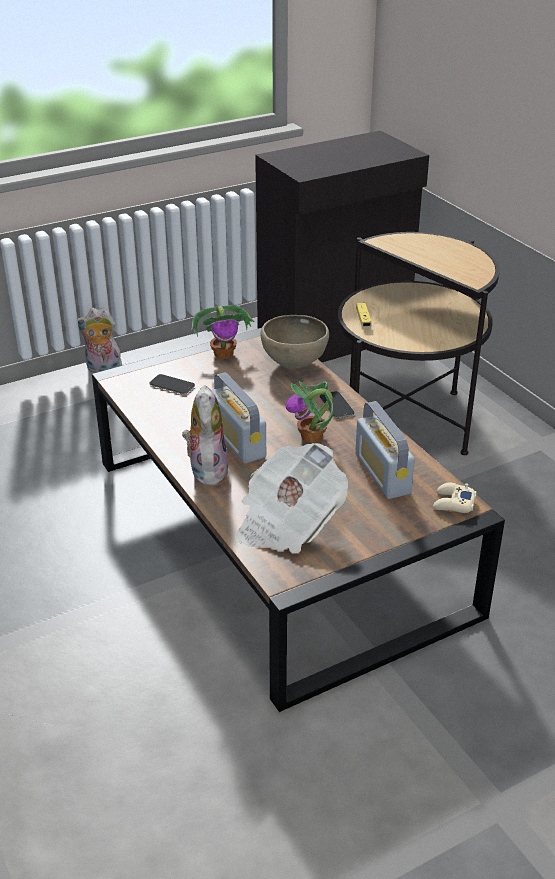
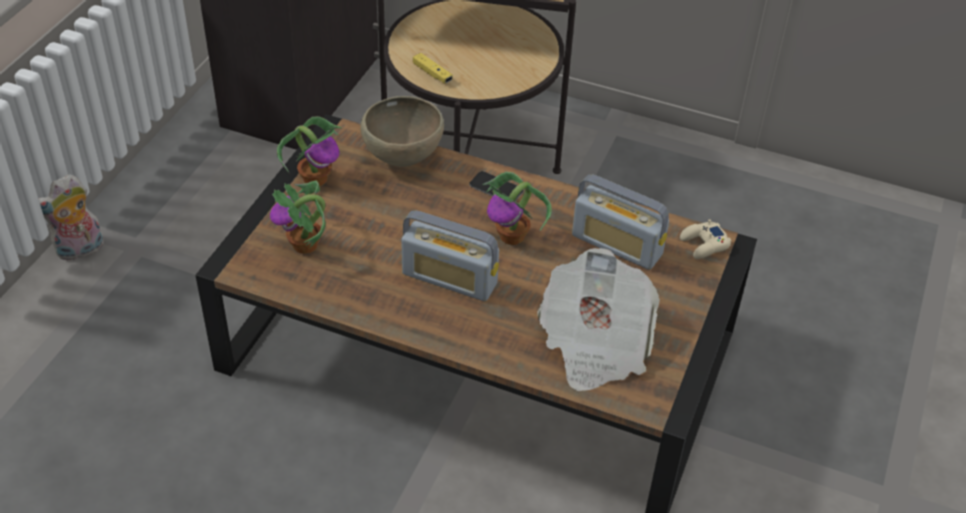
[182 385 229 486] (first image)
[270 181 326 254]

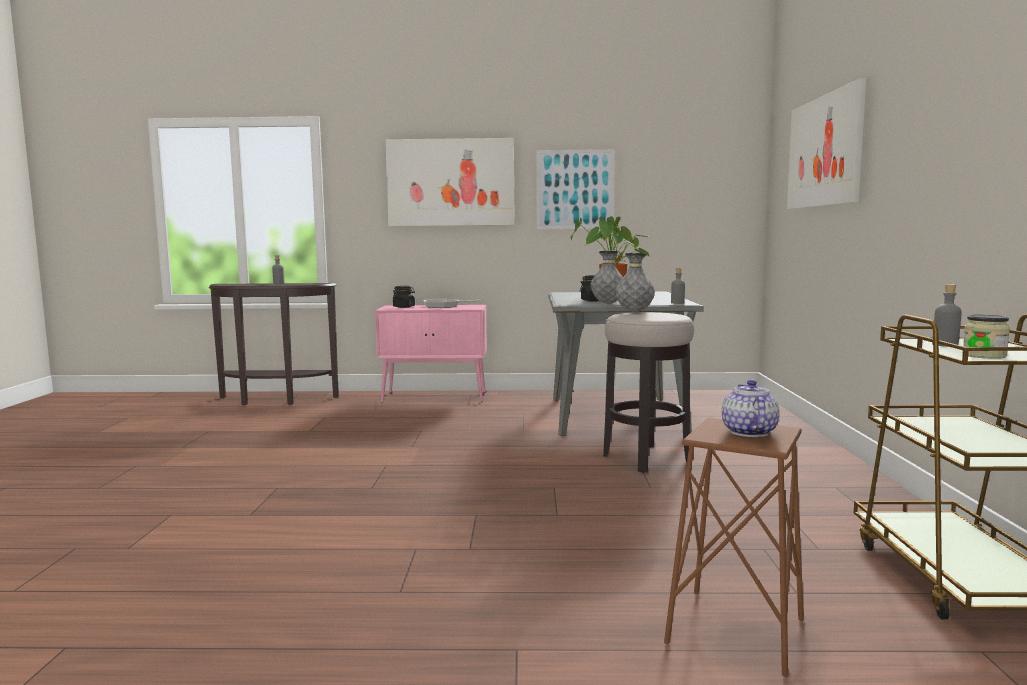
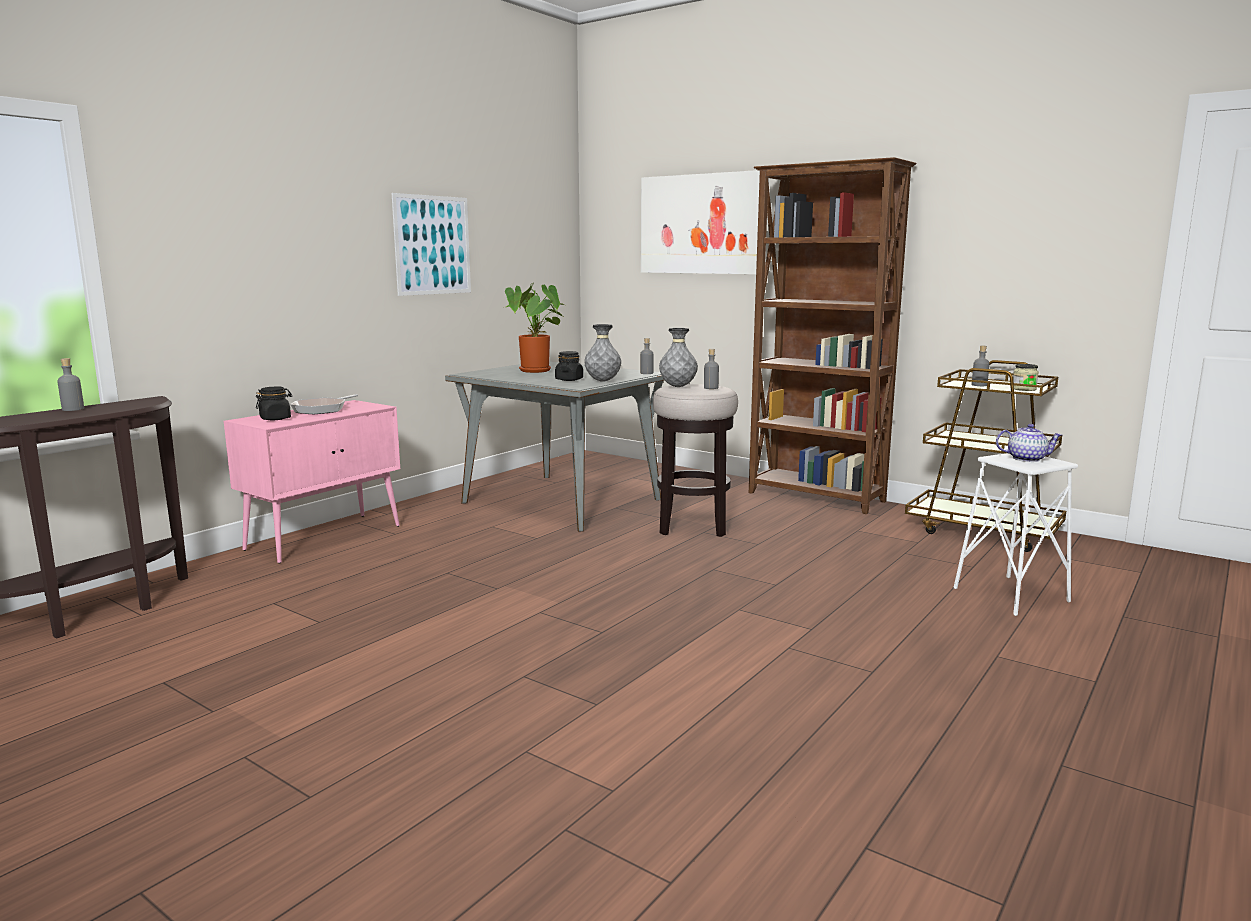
[385 138 515 226] (first image)
[704 349 719 389]
[749 157 917 514]
[954 453 1078 616]
[996 424 1062 462]

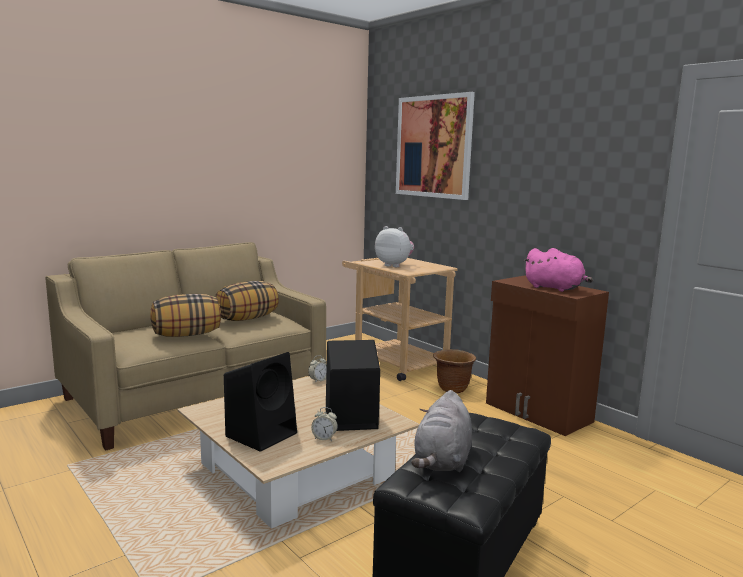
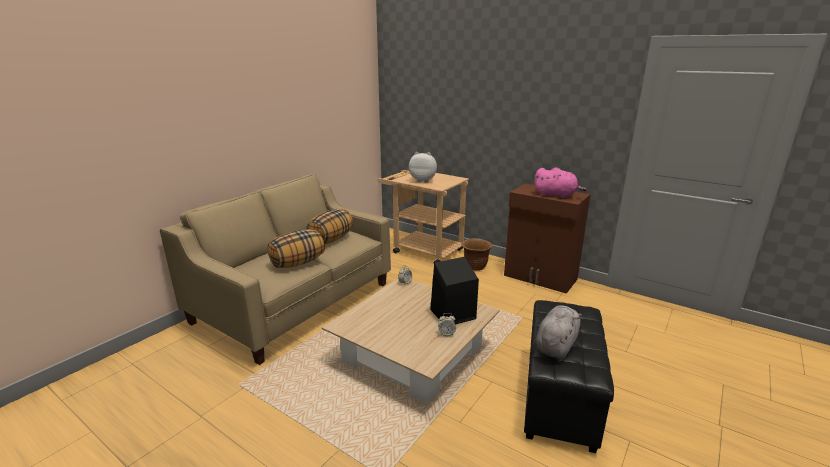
[224 352 297 452] (first image)
[396 92 475 200] (first image)
[536 305 582 359]

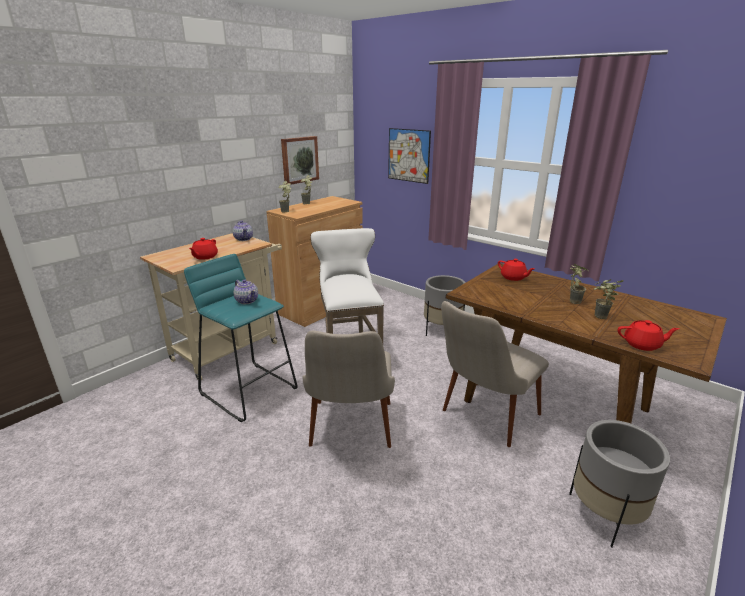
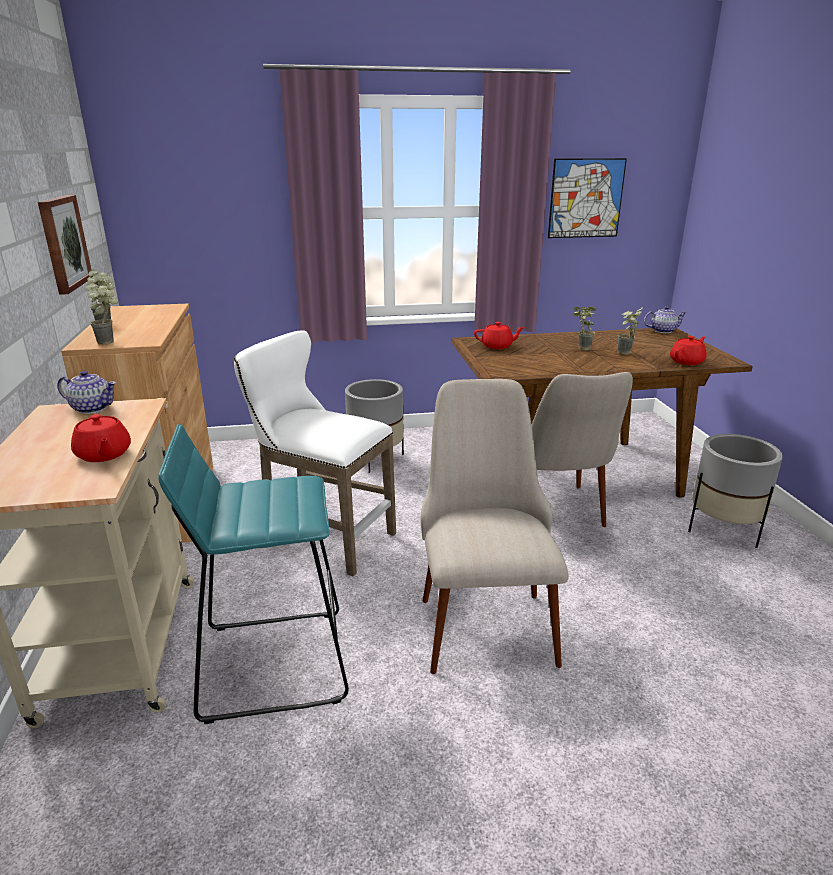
[644 306 687 333]
[548 158 627 238]
[420 379 569 674]

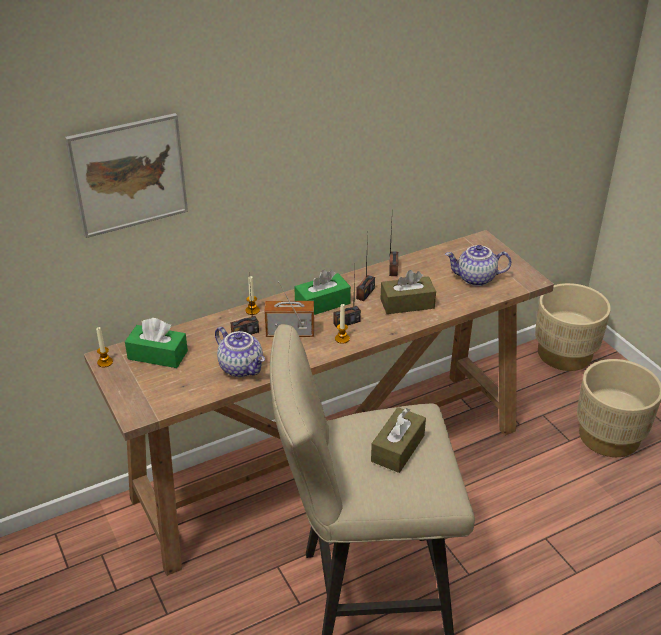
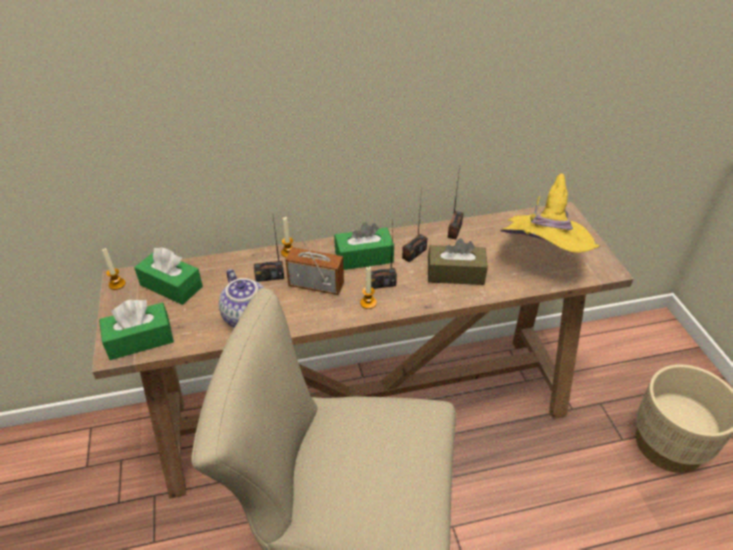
[65 113 188 238] (first image)
[371 407 426 473] (first image)
[535 283 611 371] (first image)
[99 300 174 360]
[500 173 600 253]

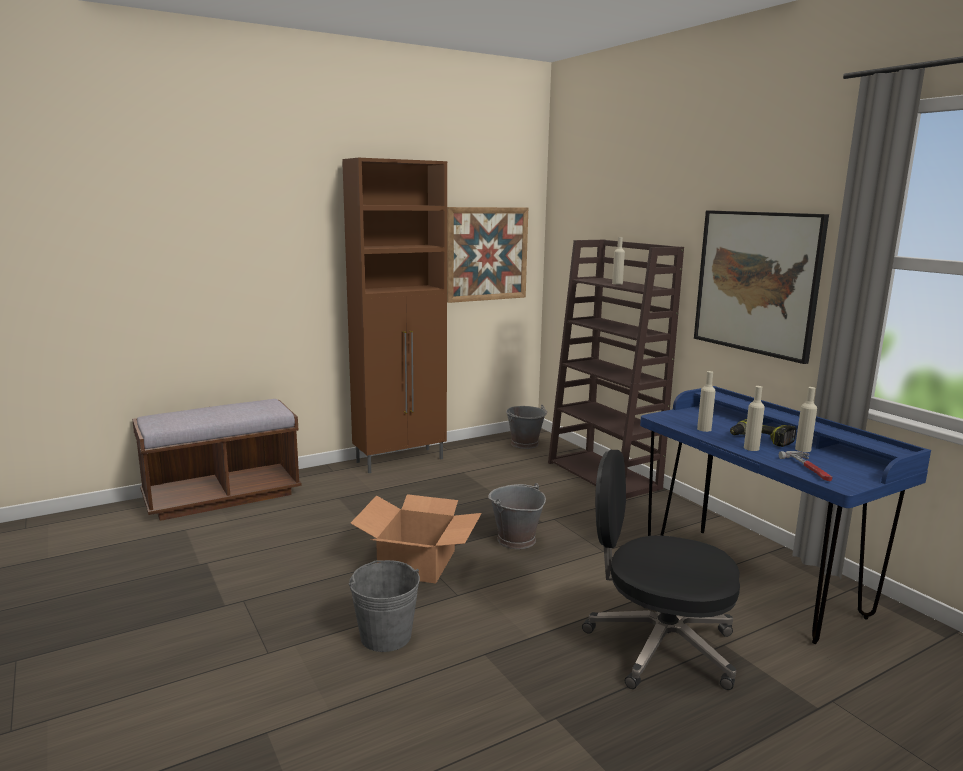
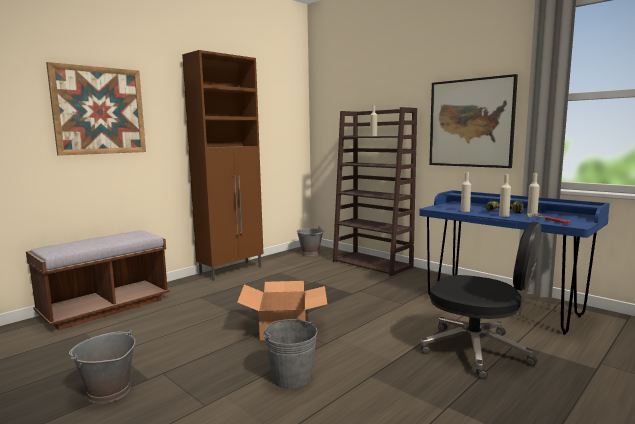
[46 62 146 156]
[69 329 135 404]
[421 221 542 379]

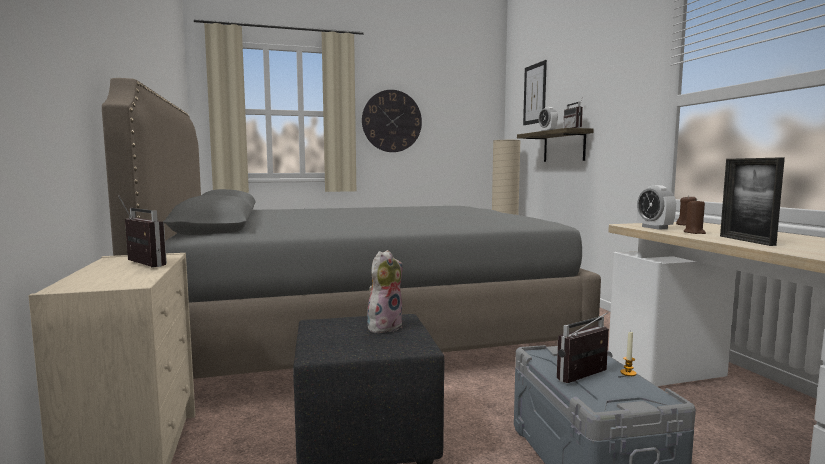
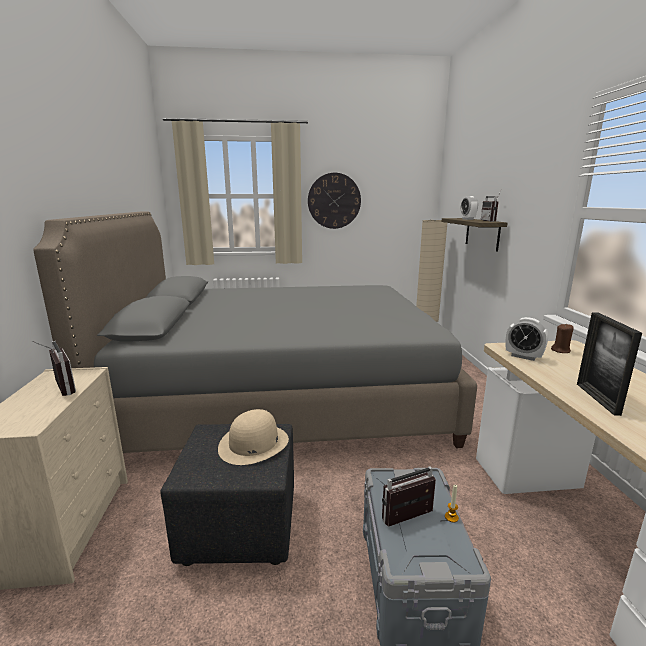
[523 60 547 125] (first image)
[684 199 706 234] (first image)
[218 409 289 465]
[505 317 548 361]

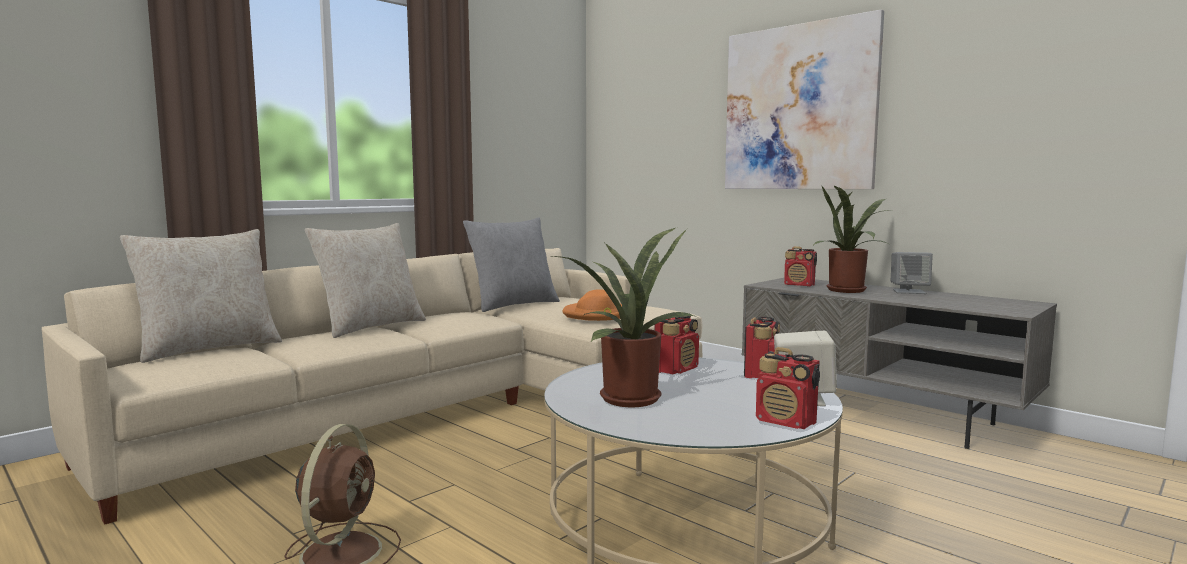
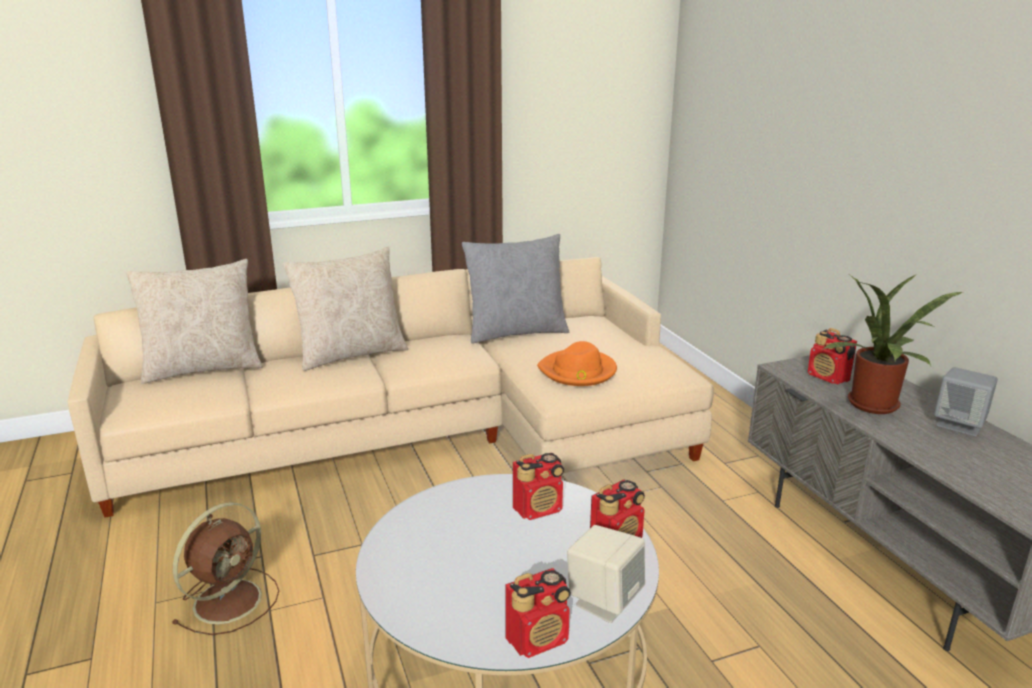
[552 227 694 407] (first image)
[725 9 884 189] (first image)
[505 568 571 658]

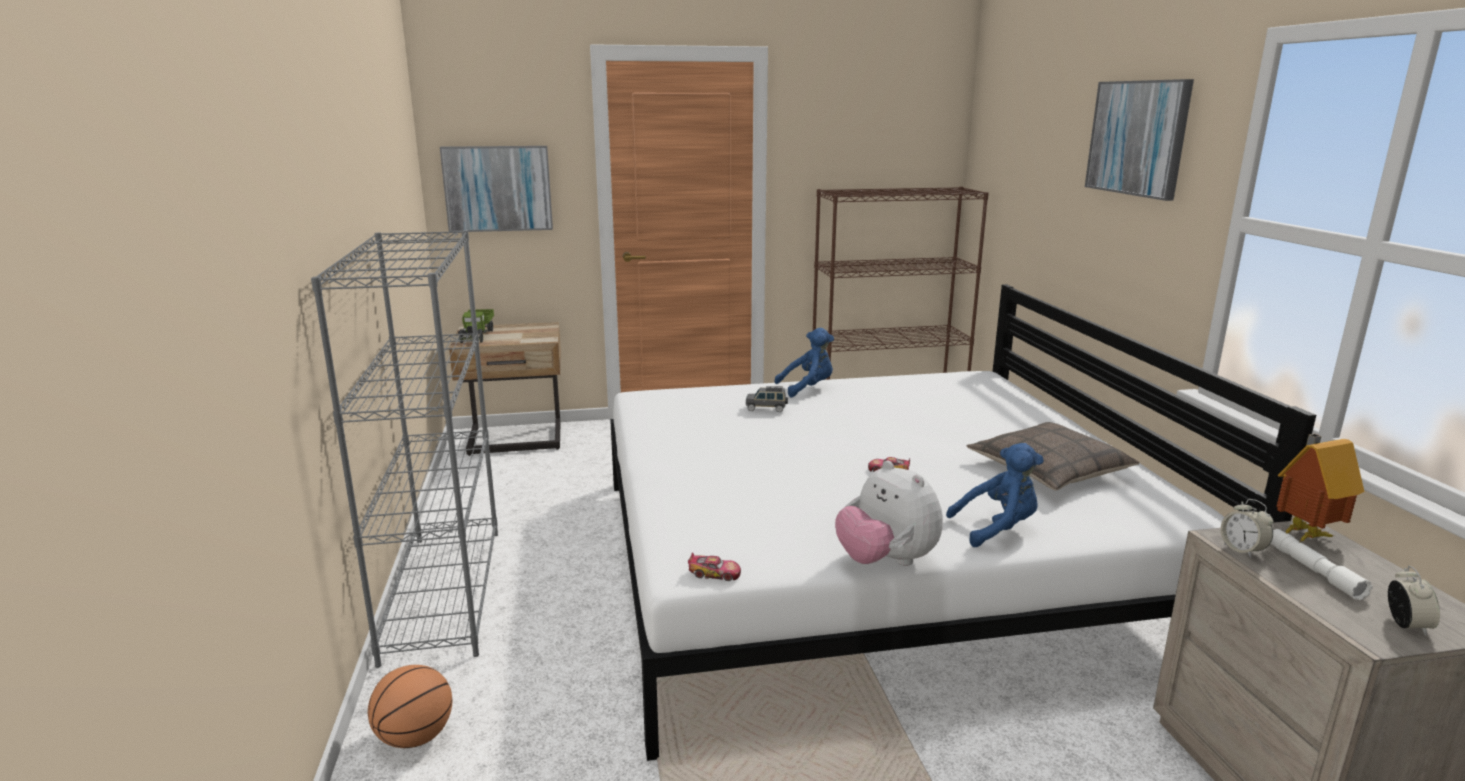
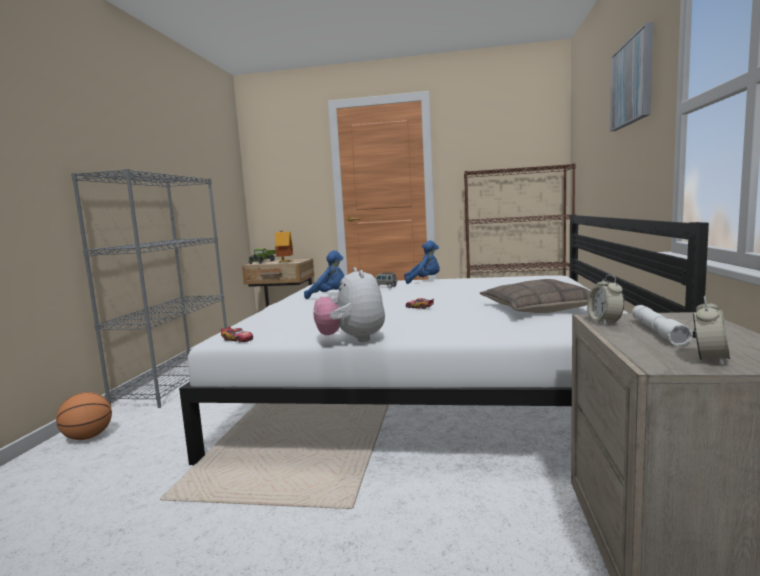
[440 146 553 232] (first image)
[304 250 344 299]
[275 231 293 263]

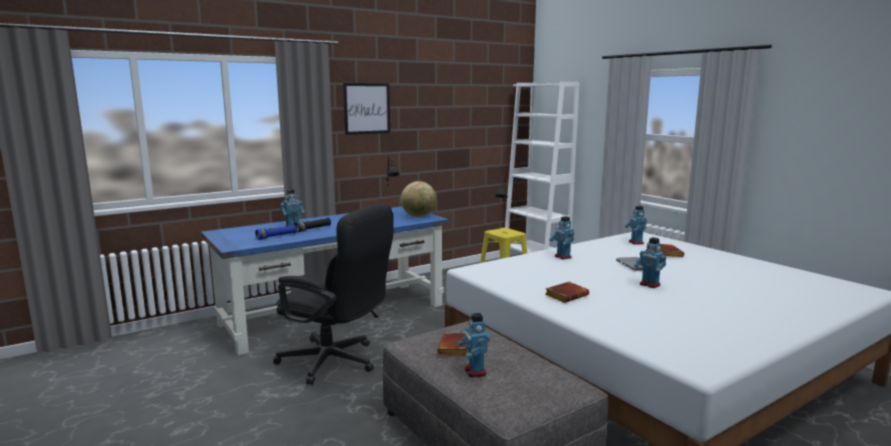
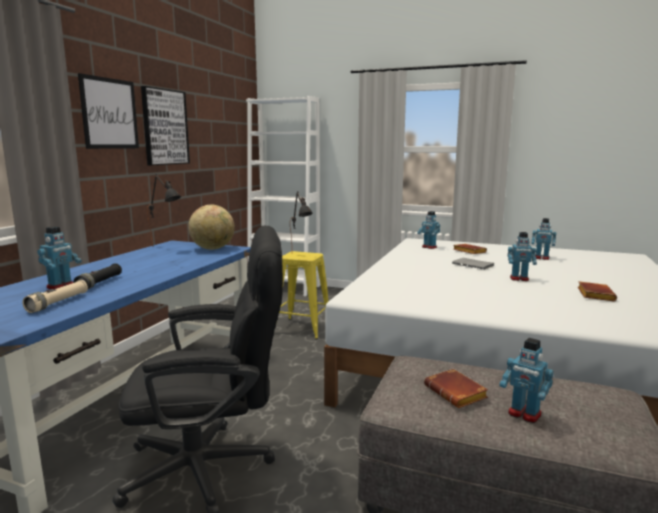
[141 86 190 166]
[578 281 617 302]
[531 218 556 260]
[22 280 88 313]

